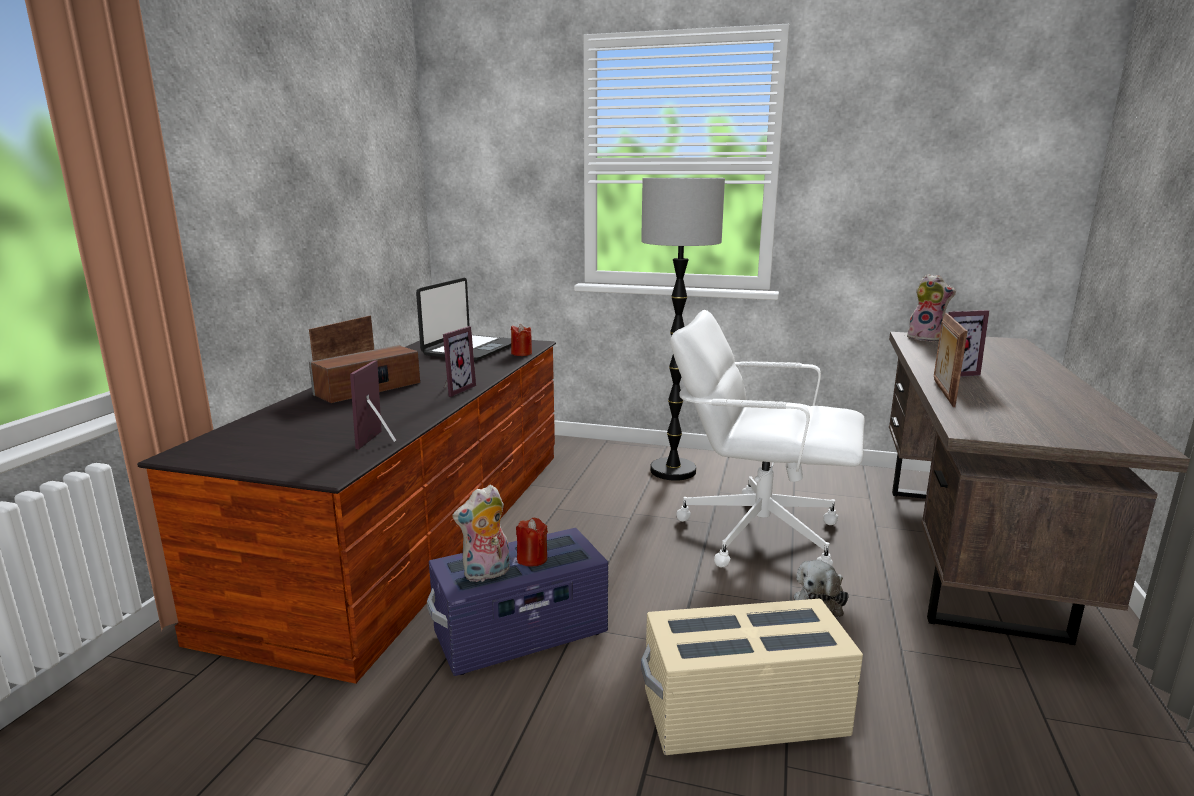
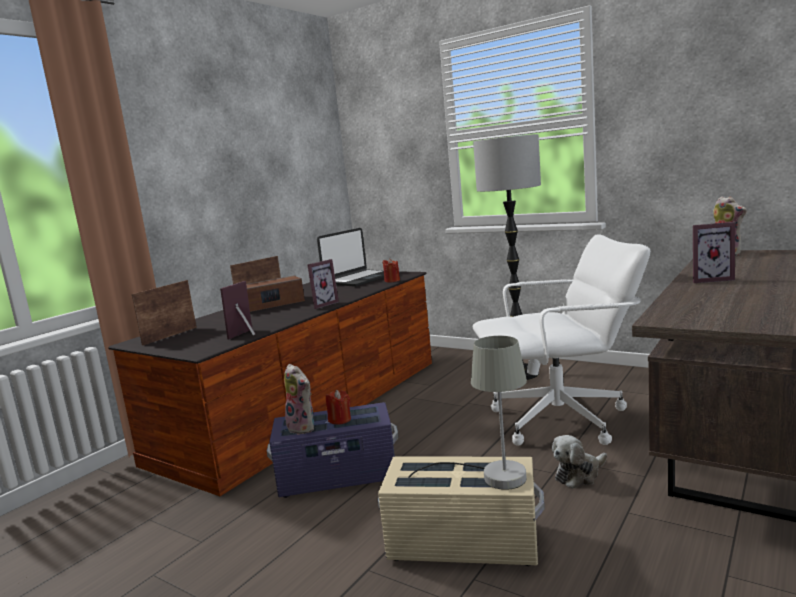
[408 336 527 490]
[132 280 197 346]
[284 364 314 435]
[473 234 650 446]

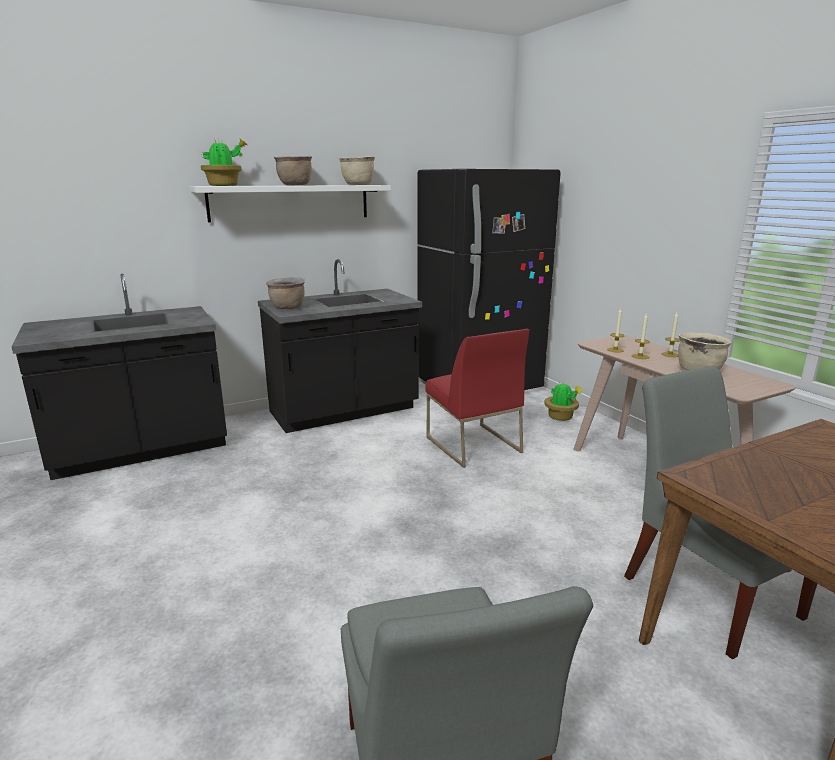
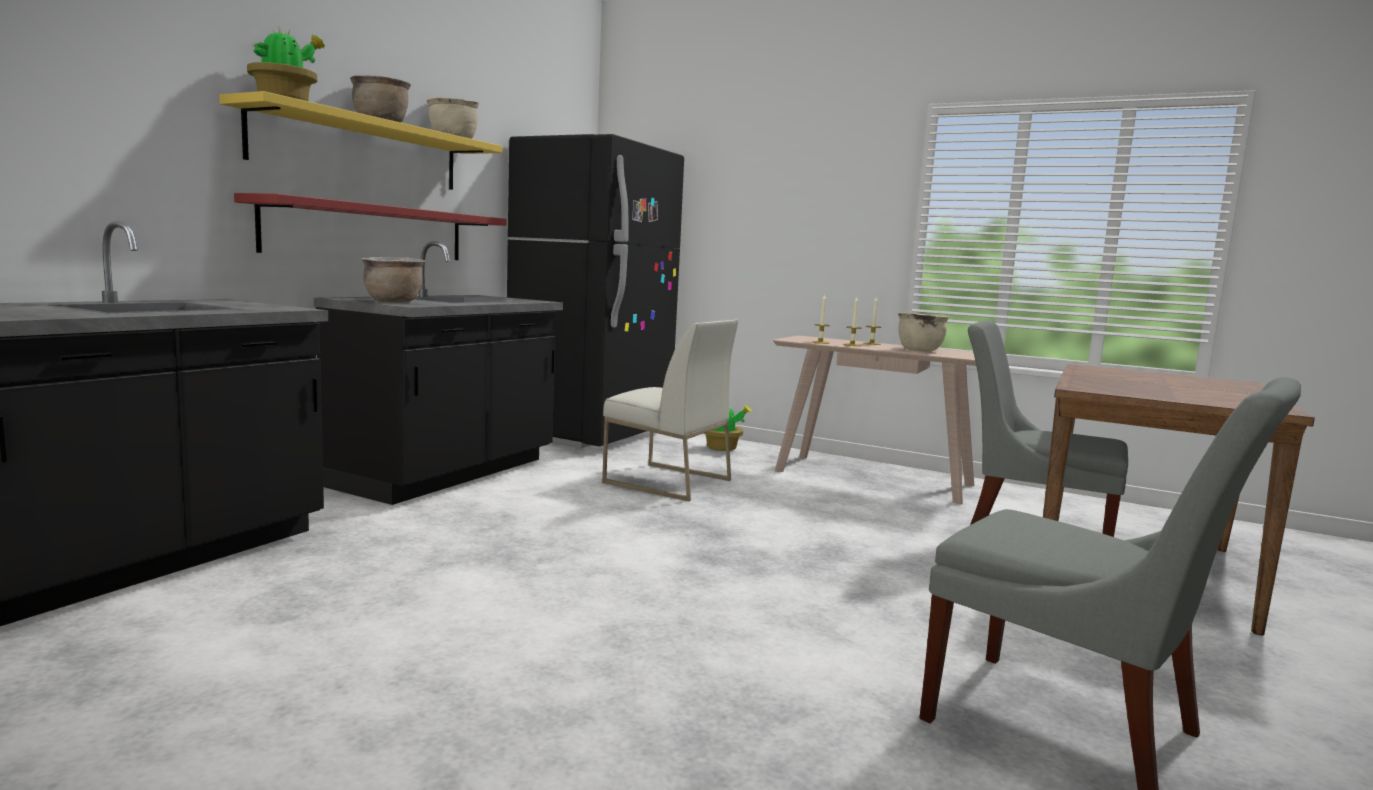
[234 193 507 260]
[219 91 502 190]
[602 319 739 501]

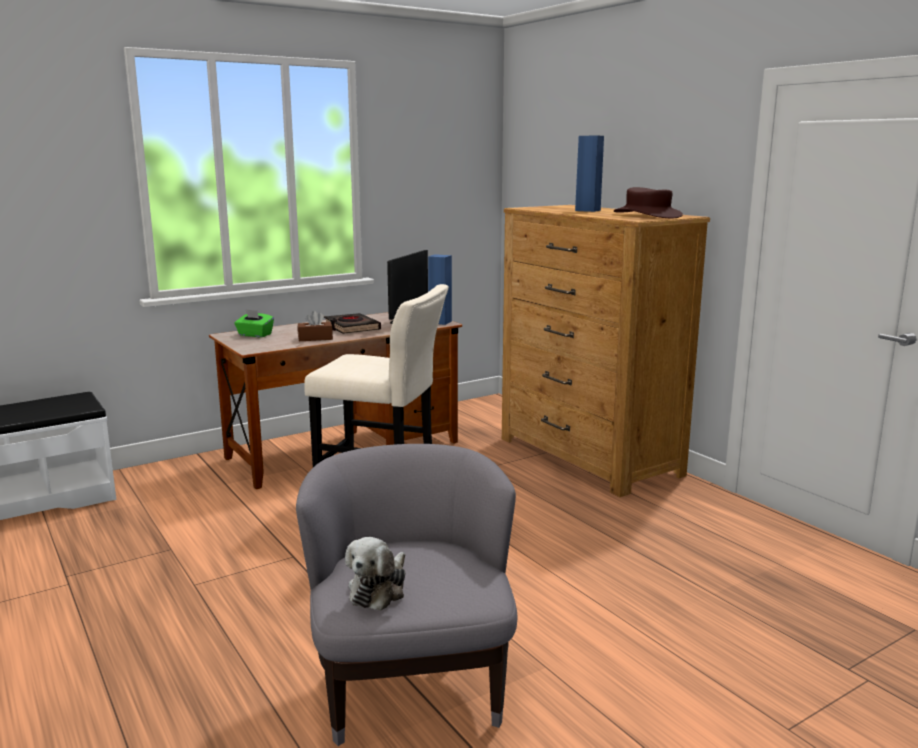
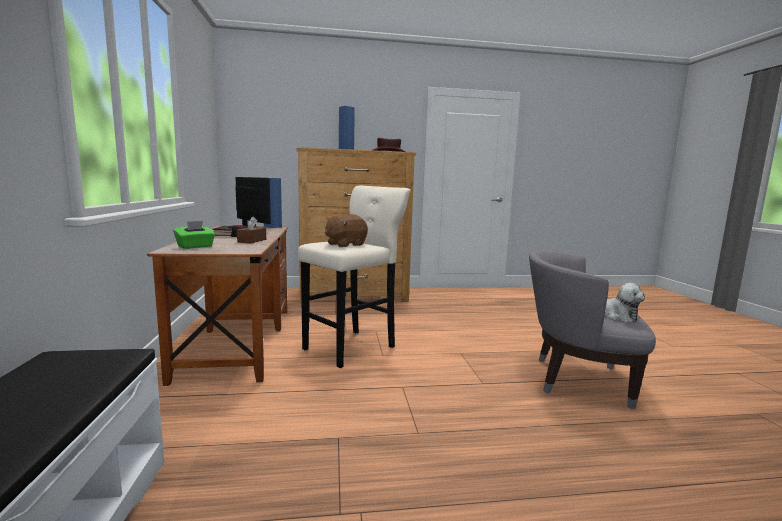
[325 214 368 247]

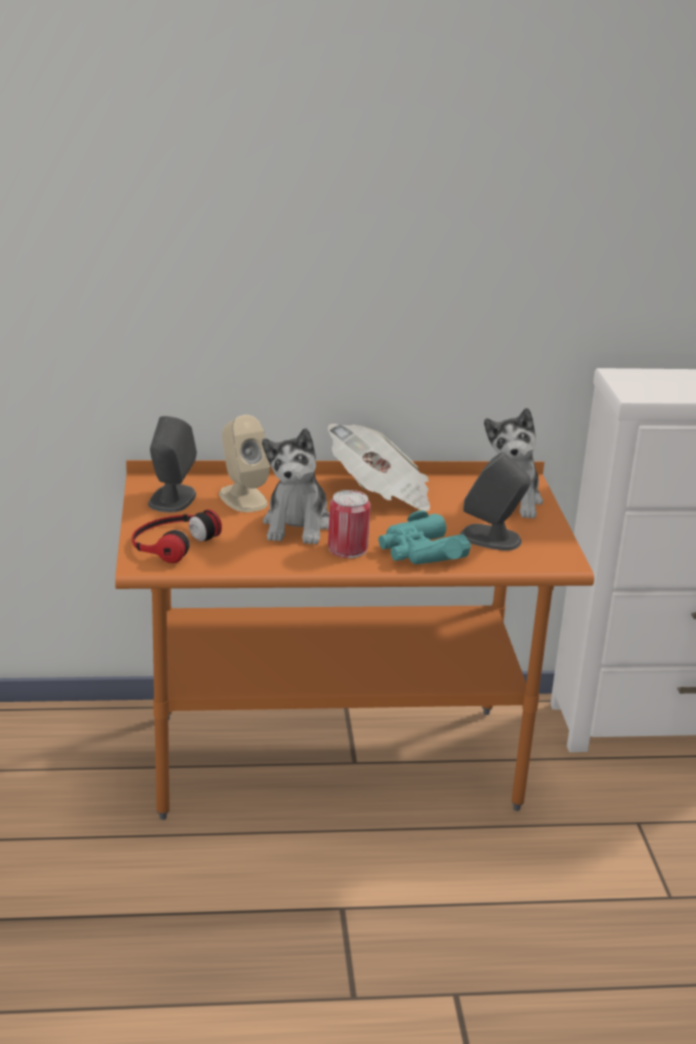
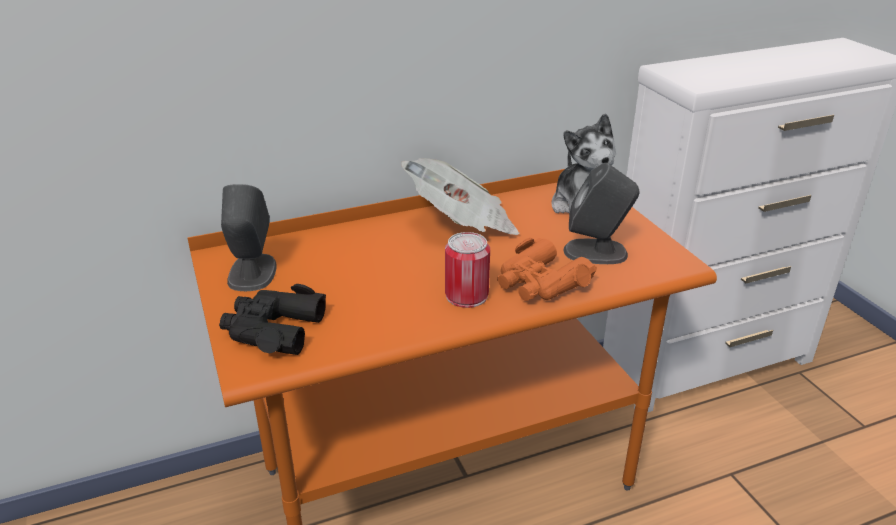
[219 415 270 512] (first image)
[262 428 329 545] (first image)
[219 284 326 355]
[497 238 597 301]

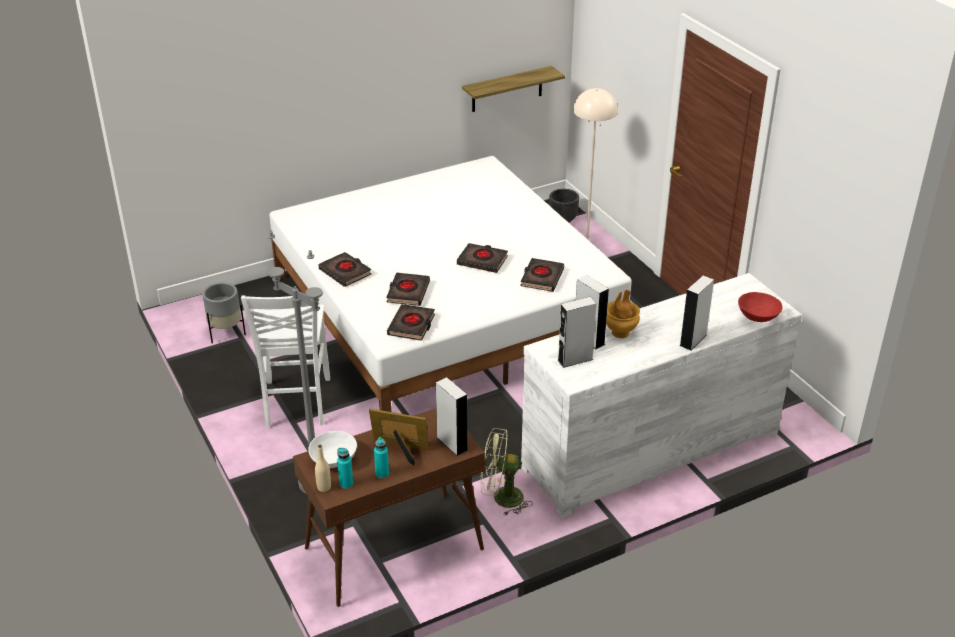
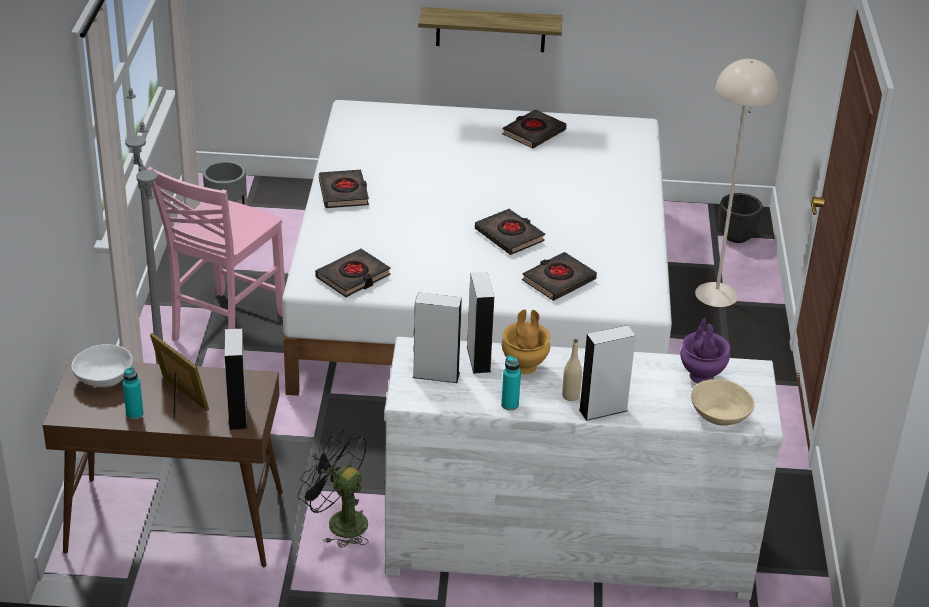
[680 318 730 383]
[562 339 582 401]
[501 355 521 411]
[502 109 566 149]
[418 7 562 52]
[147 167 285 341]
[298 429 368 548]
[691 379 755 426]

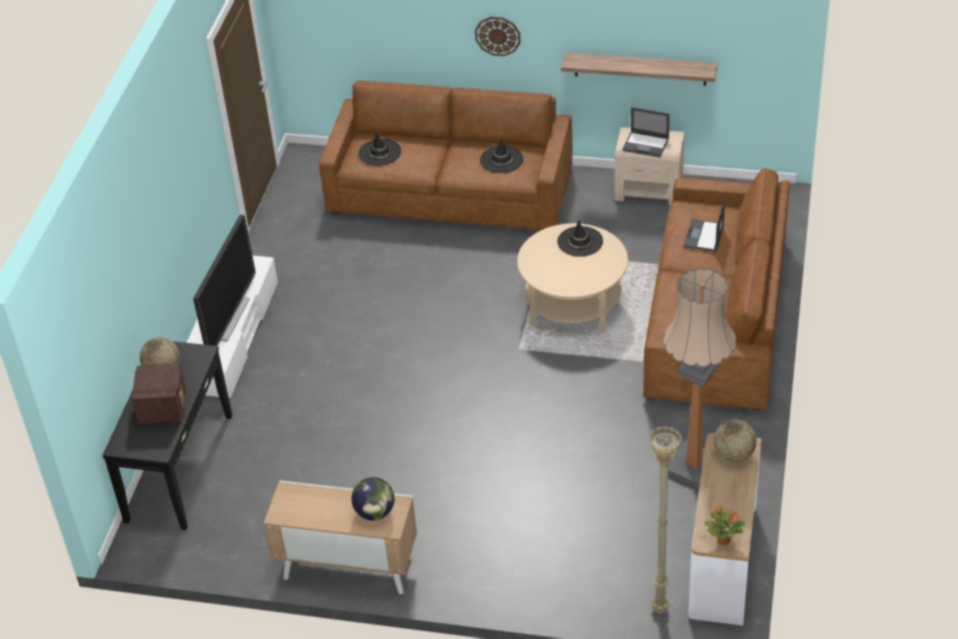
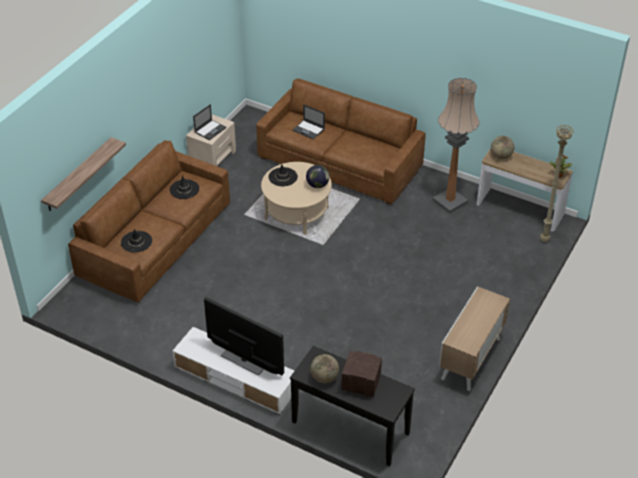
[475 17 521 56] (first image)
[306 165 329 188]
[41 137 126 211]

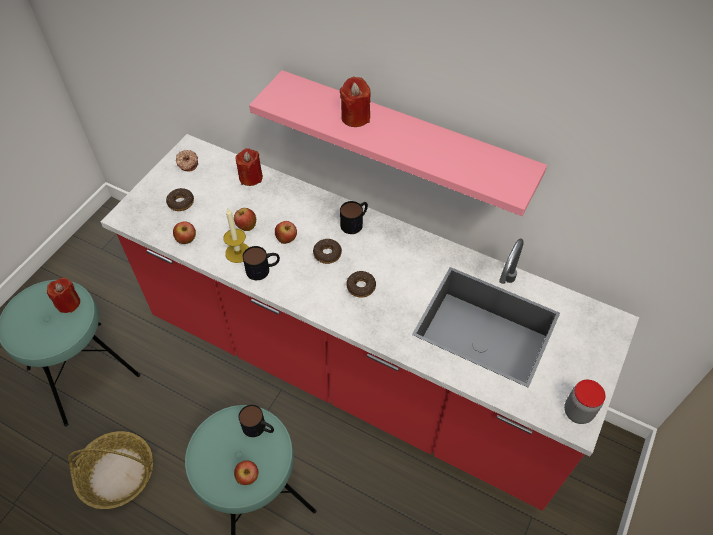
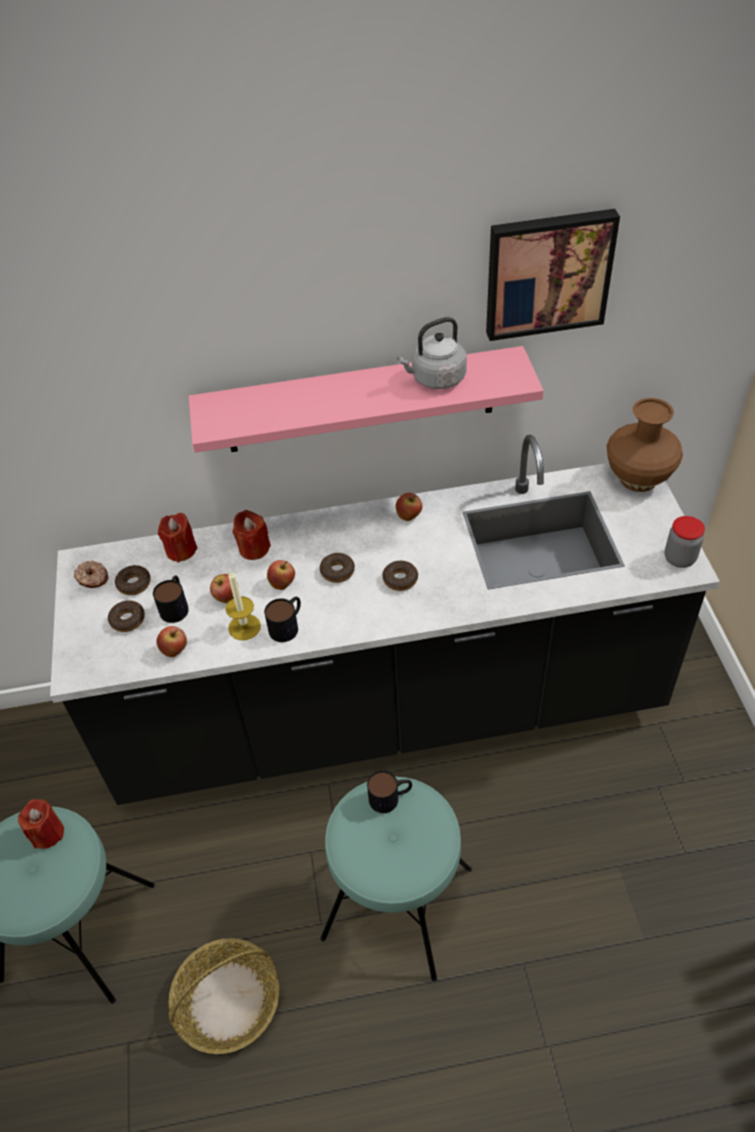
[115 565 151 595]
[397 317 467 389]
[486 209 620 341]
[607 398 683 492]
[396 493 422 521]
[233 510 271 560]
[153 575 189 623]
[50 435 720 805]

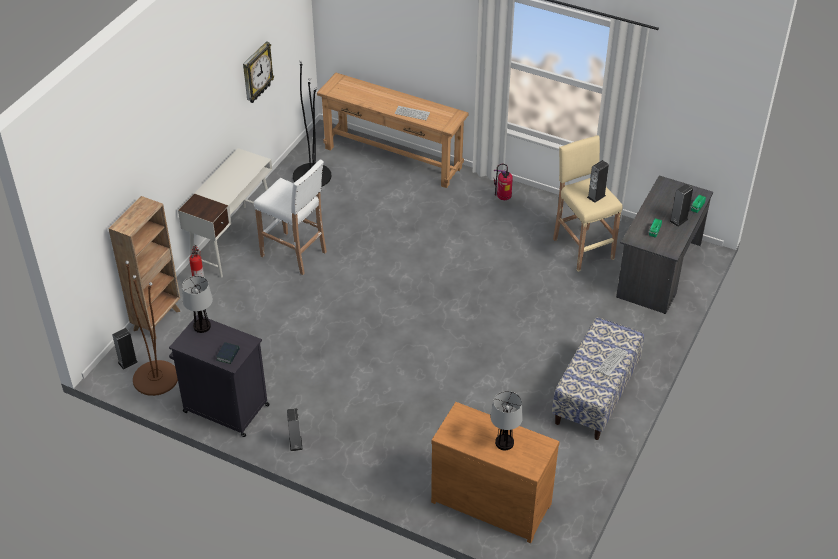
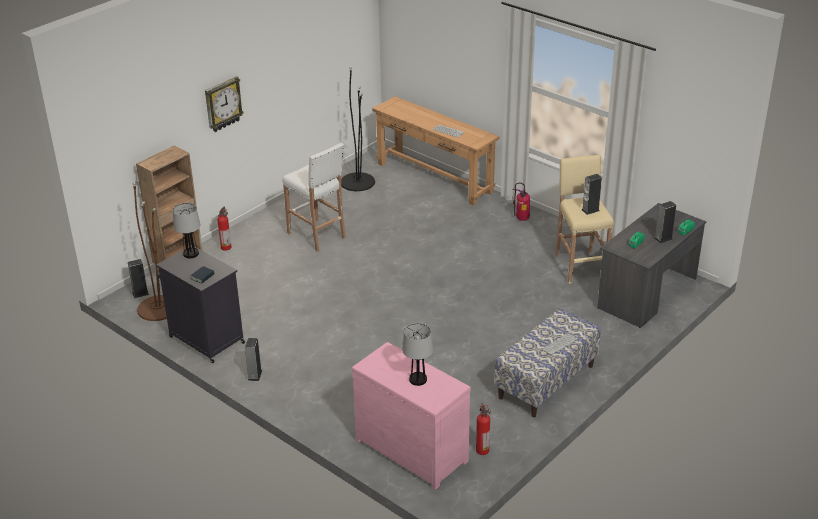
[178 148 275 278] (first image)
[476 403 491 455]
[205 76 244 132]
[352 342 471 490]

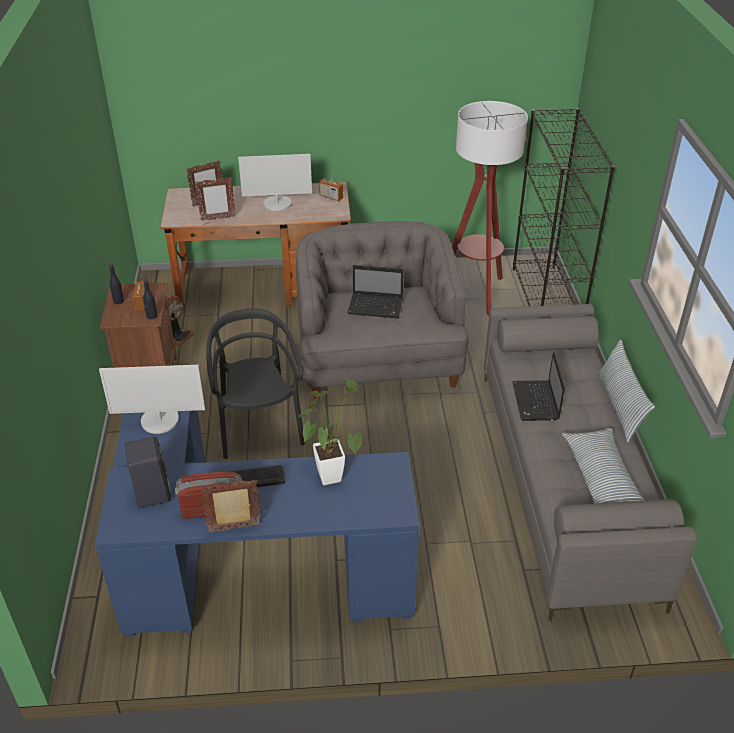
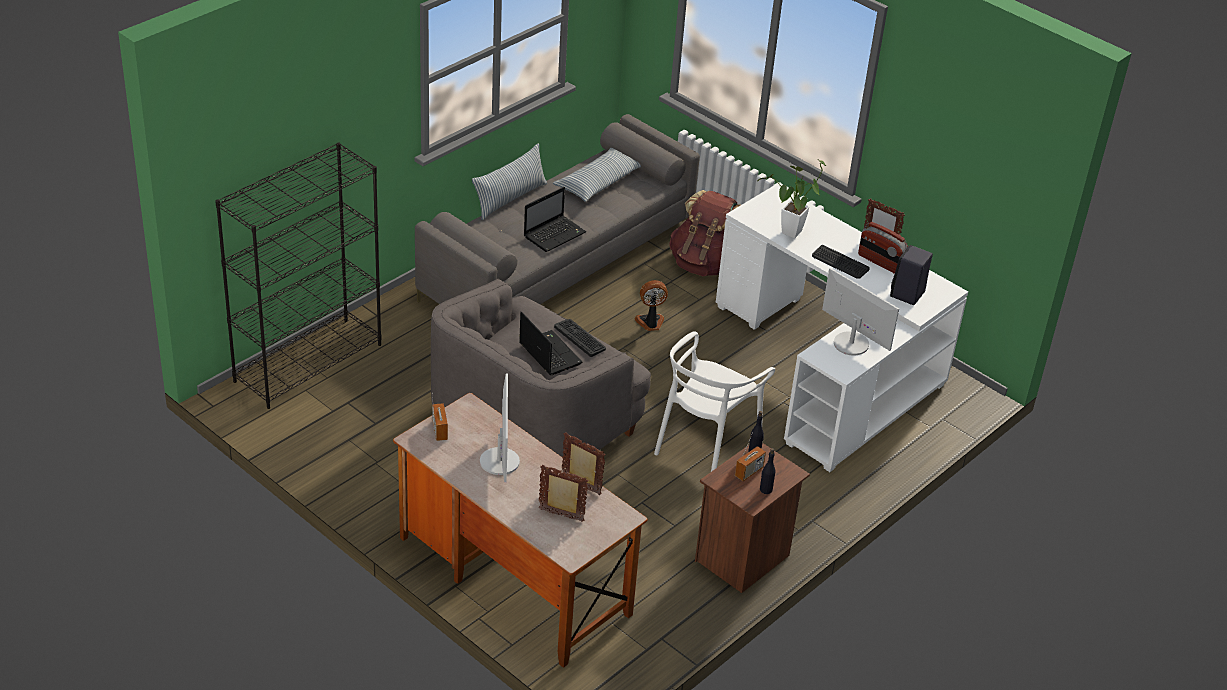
[452 101 528 316] (first image)
[554 319 606 357]
[669 190 740 276]
[634 280 668 331]
[716 185 968 472]
[654 331 775 472]
[480 373 520 482]

